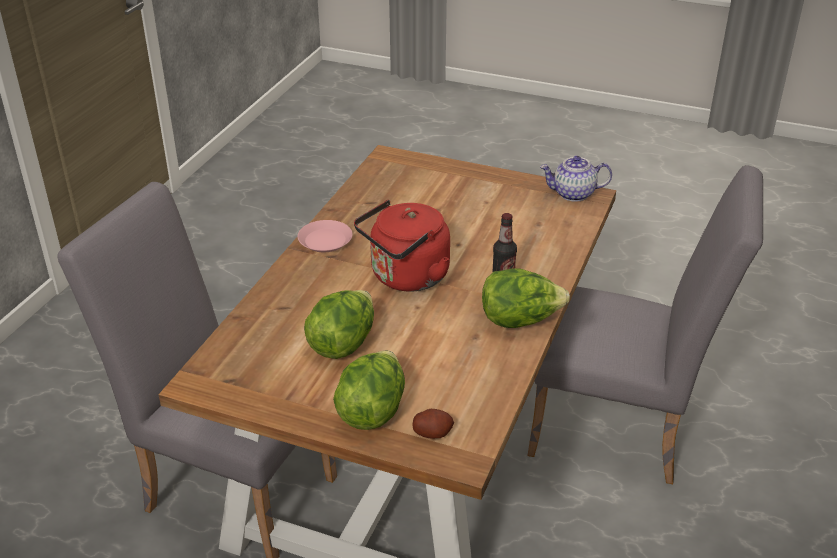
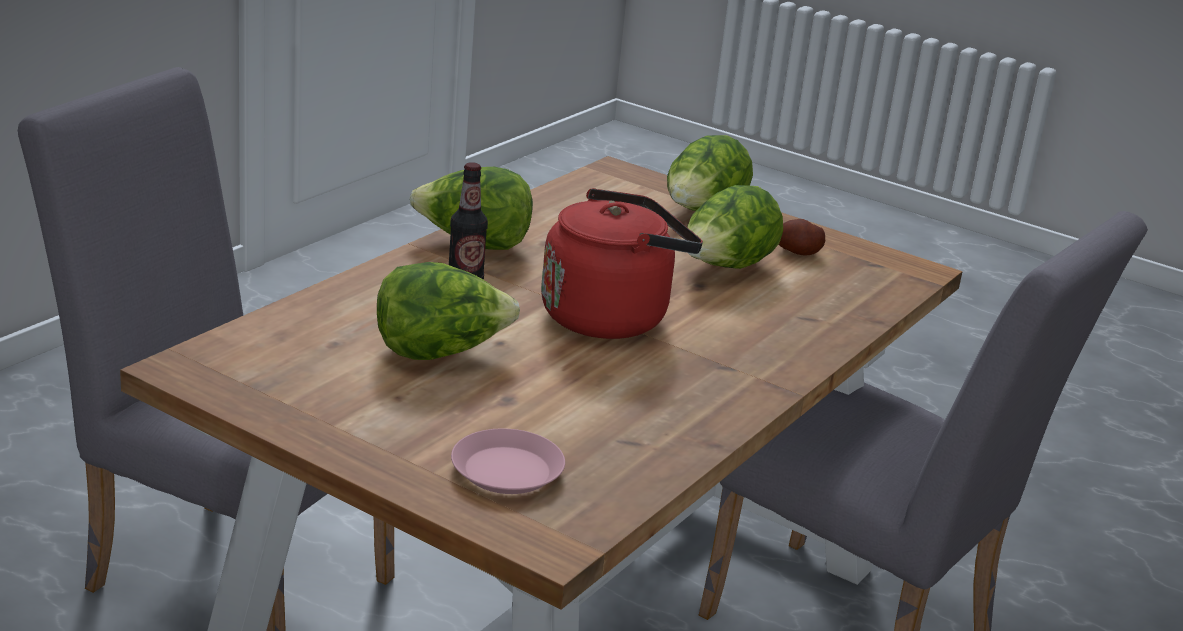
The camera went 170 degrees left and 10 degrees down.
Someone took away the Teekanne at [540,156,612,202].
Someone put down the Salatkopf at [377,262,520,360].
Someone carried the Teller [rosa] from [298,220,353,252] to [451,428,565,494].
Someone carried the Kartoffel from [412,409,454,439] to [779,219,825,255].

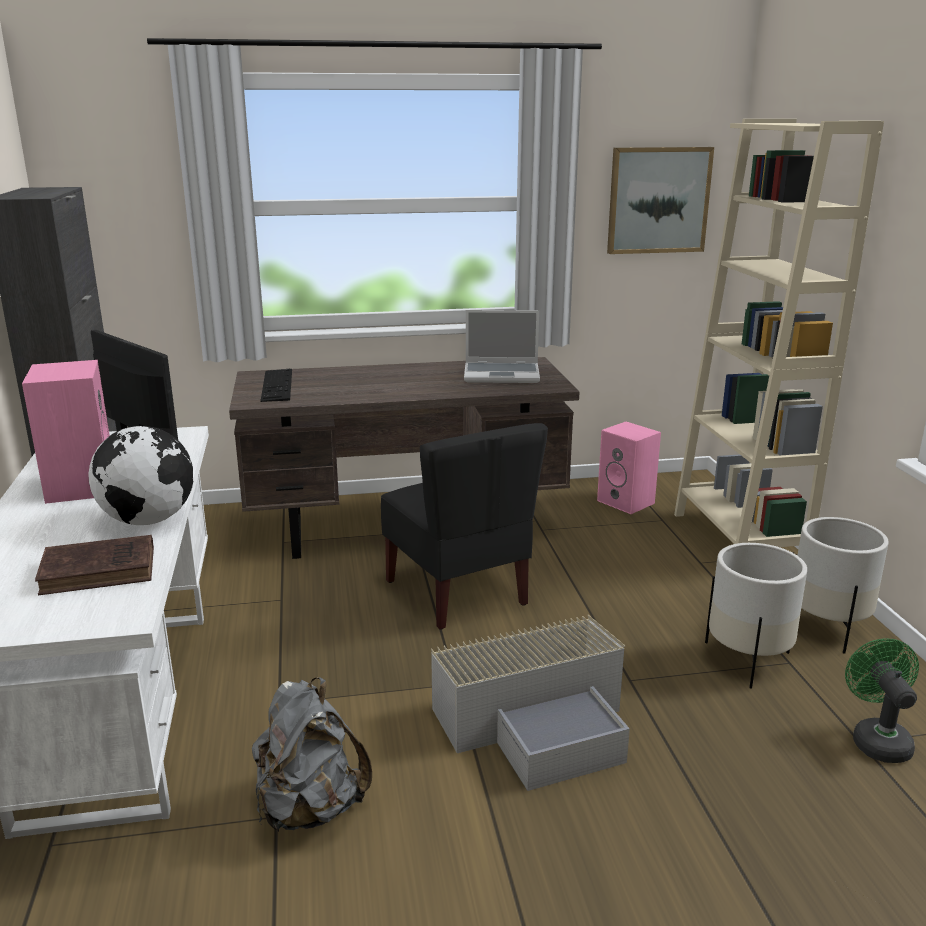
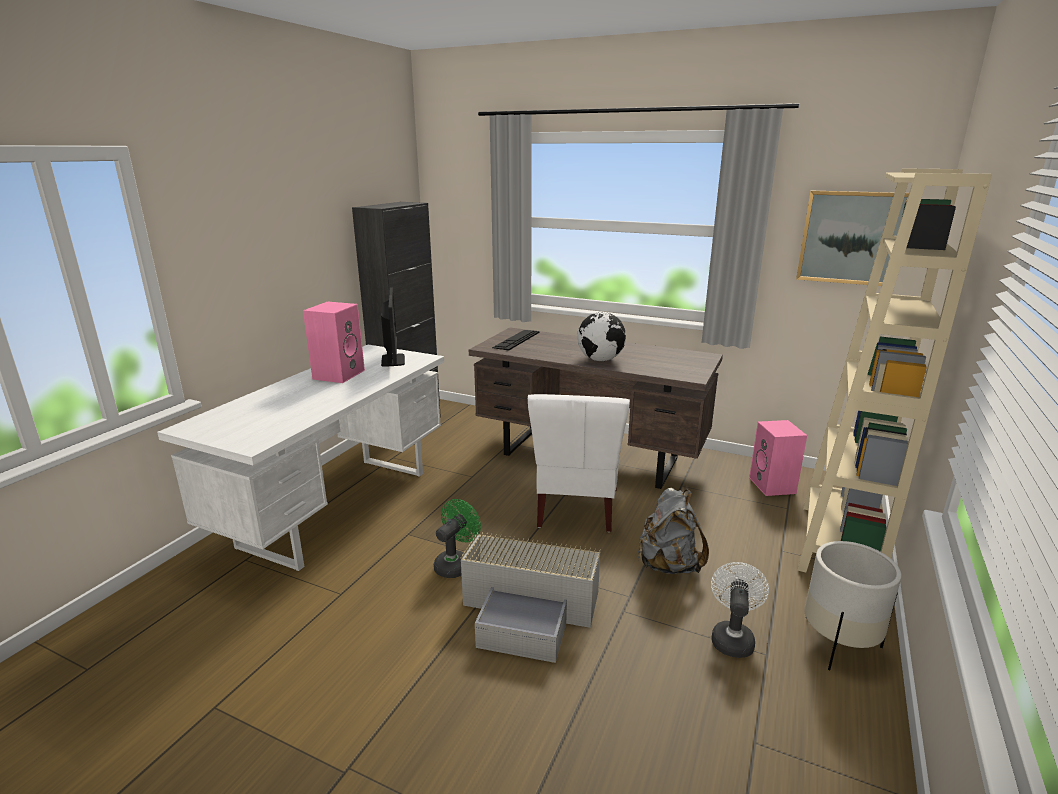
The camera went 35 degrees right and 0 degrees up.
Someone took away the Buch [braun] at [35,535,154,595].
Someone took away the Laptop at [464,310,540,383].
Someone carried the Globus from [88,426,193,525] to [577,312,626,361].
Someone carried the Rucksack [grau] from [252,678,372,832] to [637,488,709,574].
Someone carried the Ventilator [grün] from [845,638,919,763] to [434,499,481,578].
Someone swapped the Pflanzkübel [weiß] at [705,543,807,689] for the Ventilator [weiß] at [711,562,769,658].
Someone repainted the Stuhl [schwarz] at [381,423,548,630], which became the Stuhl [weiß] at [528,394,630,532].

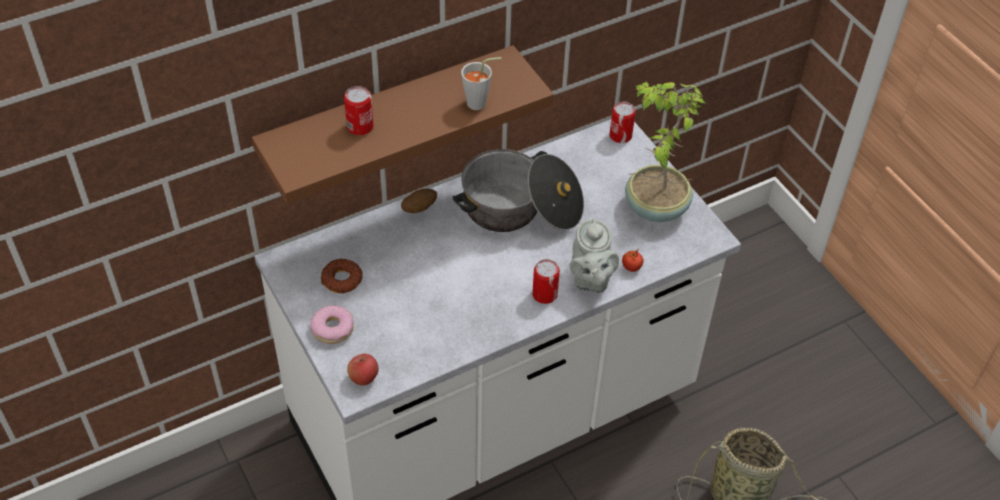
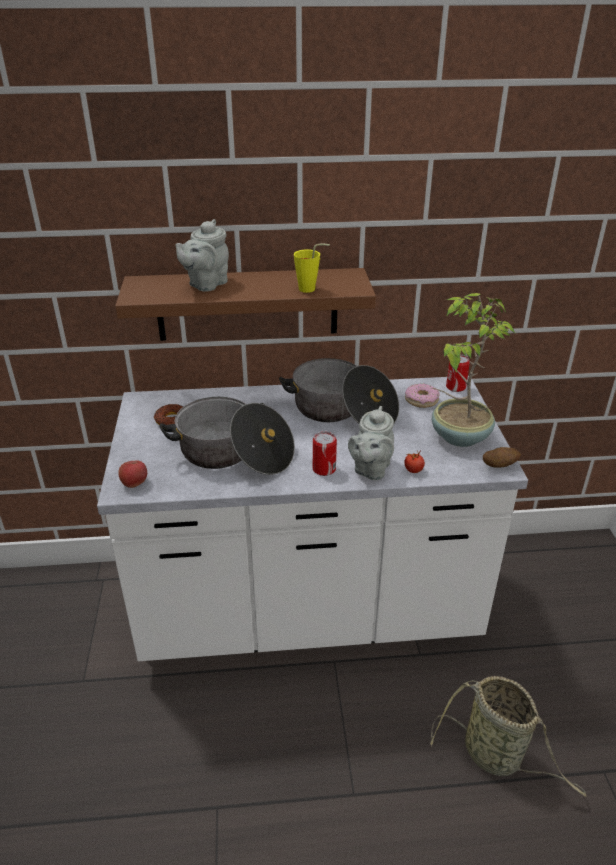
The camera went 25 degrees right and 15 degrees down.
Someone put down the Kochtopf at [159,397,295,475].
Someone carried the Donut from [310,305,354,344] to [405,383,440,408].
Someone carried the Kartoffel from [401,189,437,213] to [483,447,521,467].
Someone swapped the Dose at [344,86,374,135] for the Teekanne [grau] at [175,219,229,291].
Someone repainted the Tasse [grau] at [461,57,501,110], which became the Tasse [gelb] at [294,244,330,293].

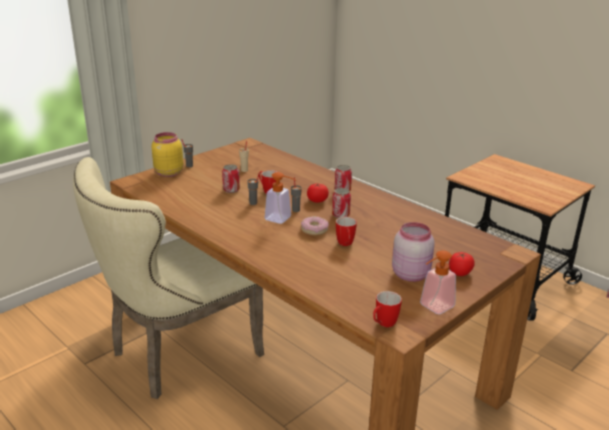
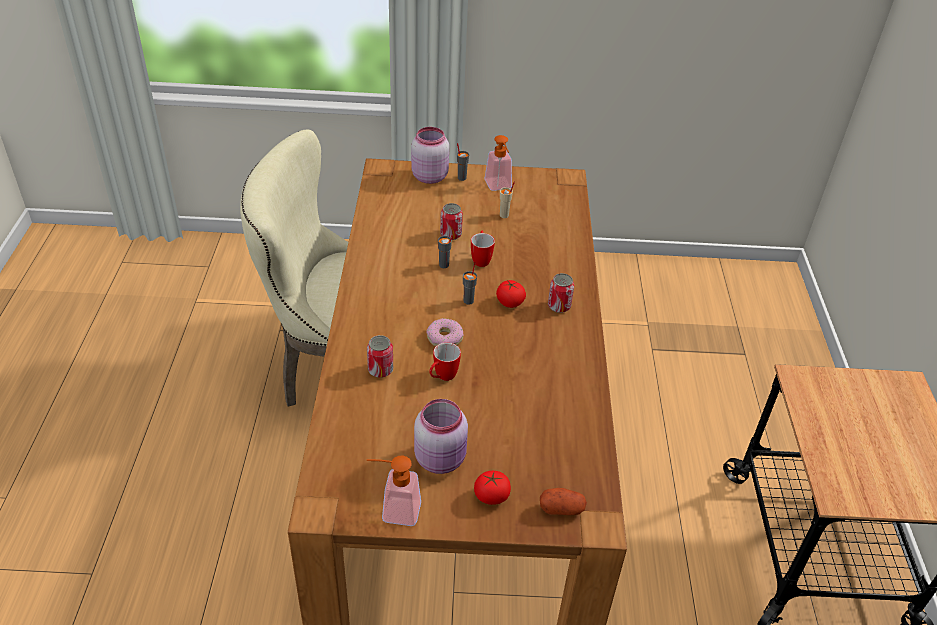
The camera went 45 degrees right and 15 degrees up.
Someone took away the Henkelbecher at [373,291,402,327].
Someone put down the Kartoffel at [540,488,587,515].
Someone carried the Seifenspender from [265,172,296,224] to [484,135,512,191].
Someone carried the Dose from [332,188,351,218] to [367,335,393,378].
Someone repainted the Vorratsglas [gelb] at [152,132,184,177], which became the Vorratsglas [rosa] at [411,127,449,184].

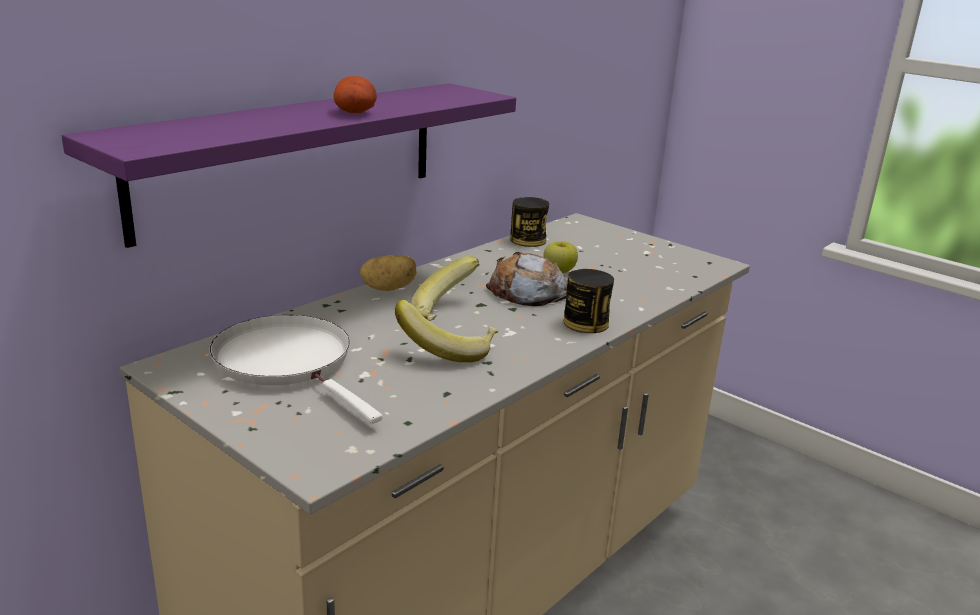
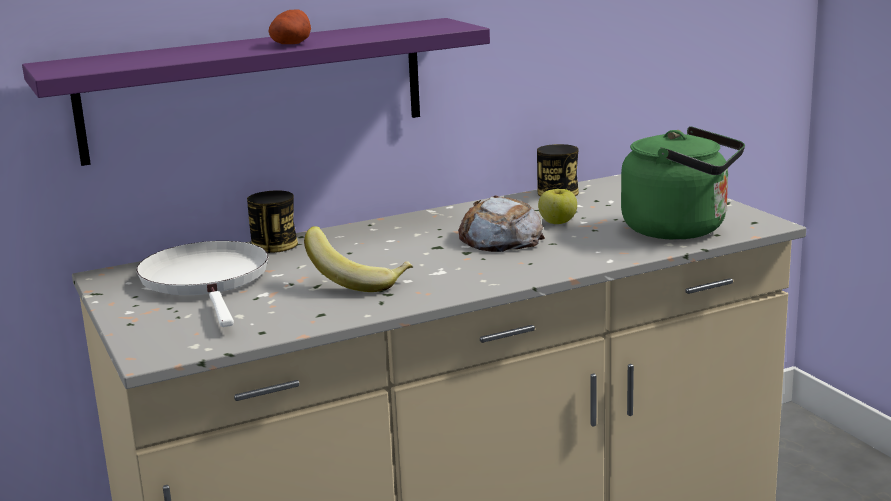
The camera went 25 degrees right and 5 degrees down.
Someone took away the Kartoffel at [360,255,417,291].
Someone took away the Banane at [410,256,480,321].
Someone put down the Wasserkessel [grün] at [621,126,745,240].
Someone carried the Dose from [564,269,614,333] to [247,190,298,253].

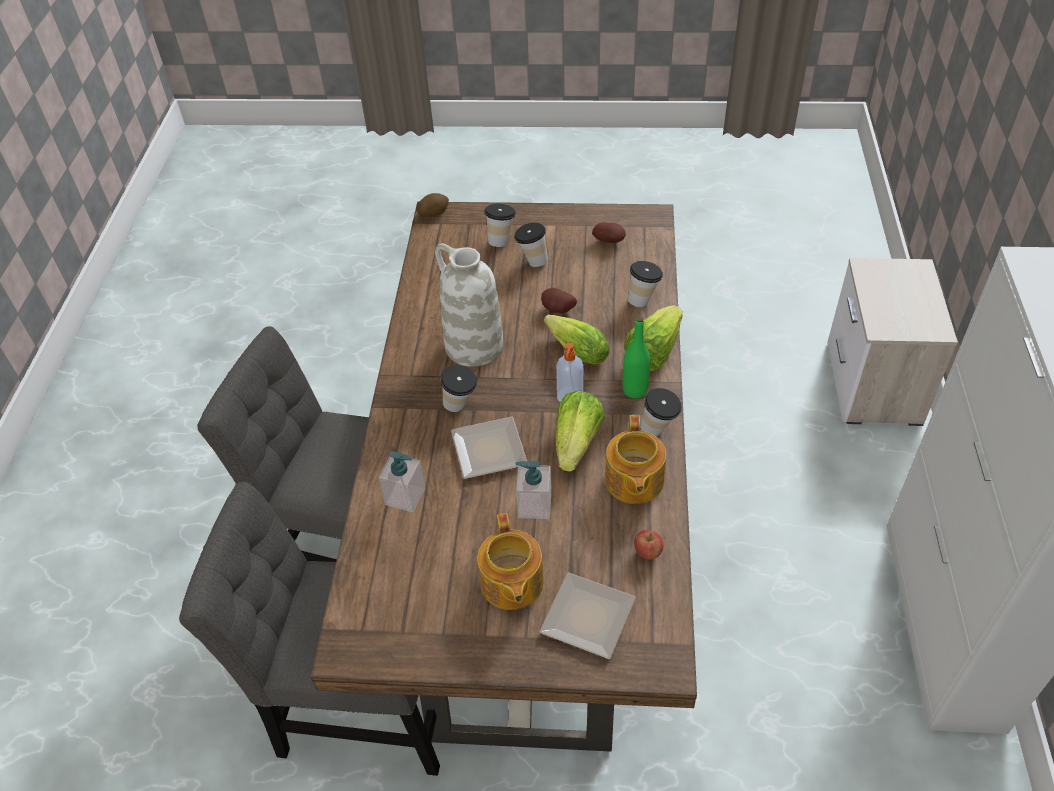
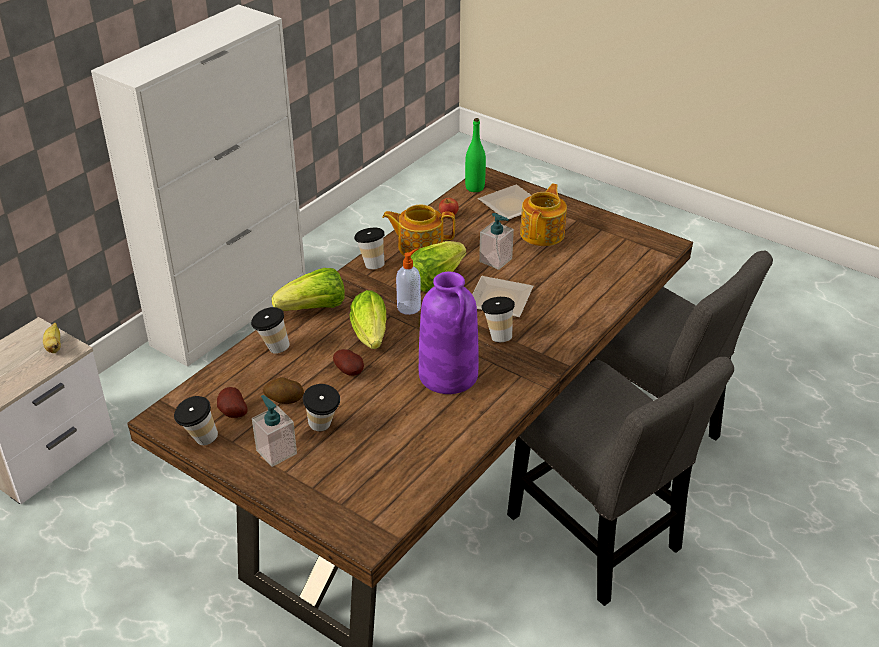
The camera went 150 degrees left and 10 degrees down.
Someone put down the Banane at [43,323,61,353].
Someone carried the Seifenspender from [378,451,425,512] to [252,395,297,467].
Someone carried the Kartoffel from [417,193,449,217] to [263,377,304,404].
Someone carried the Tasse from [484,204,516,247] to [174,396,218,445].
Someone carried the Flasche [grün] from [623,316,651,399] to [465,118,486,192].
Someone repainted the Vase [weiß] at [435,243,504,367], which became the Vase [lila] at [419,272,479,394].
Someone rotated the Teekanne at [605,415,666,504] by 120 degrees counterclockwise.

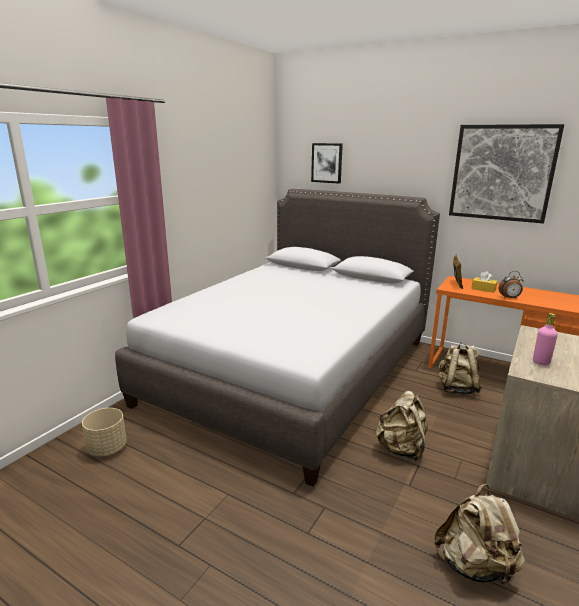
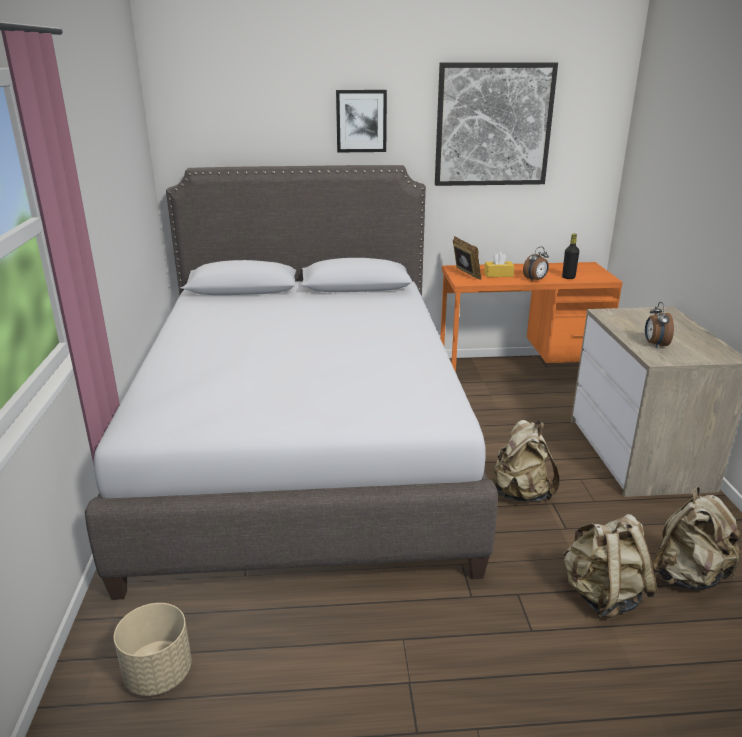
The camera went 35 degrees left and 5 degrees up.
Someone put down the Flasche [schwarz] at [562,234,579,279].
Someone carried the Bild from [311,143,343,184] to [336,90,387,153].
Someone carried the Rucksack [beige] from [438,343,482,395] to [563,514,658,618].
Someone swapped the Flasche [rosa] at [533,313,558,365] for the Wecker at [645,302,674,348].

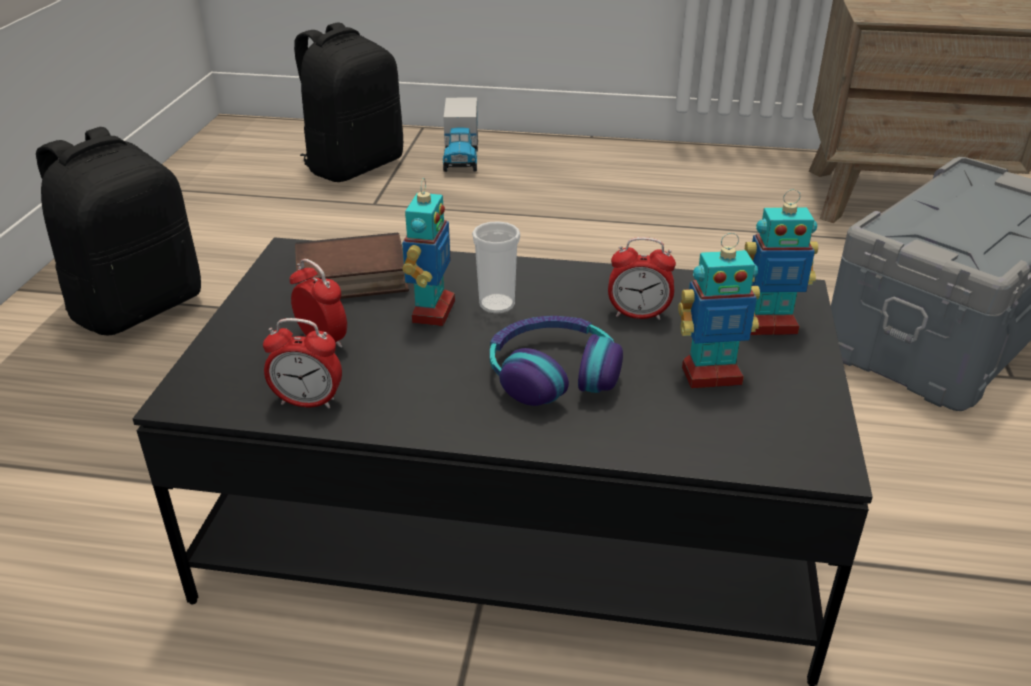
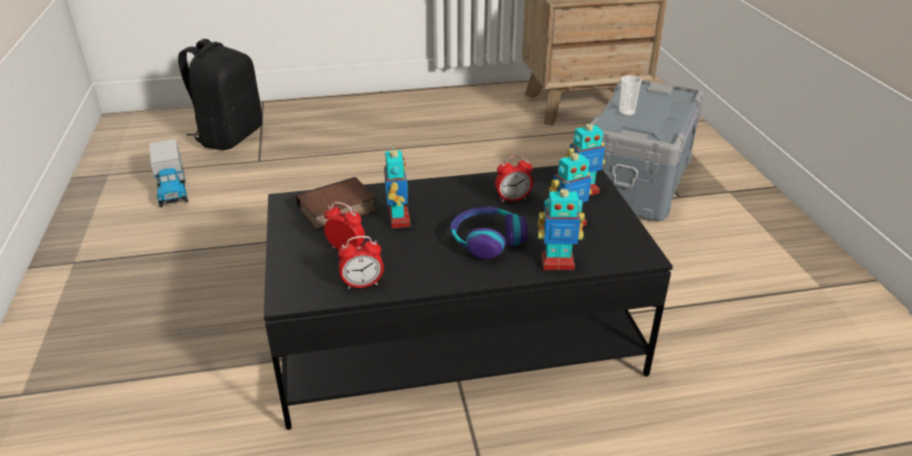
The camera went 20 degrees left and 0 degrees up.
Someone took away the Rucksack [schwarz] at [36,127,201,335].
Someone put down the Spielzeugroboter at [538,182,585,270].
Someone carried the Spielzeuglaster from [443,97,478,172] to [149,139,188,207].
Someone carried the Tasse from [472,221,520,314] to [619,75,642,116].

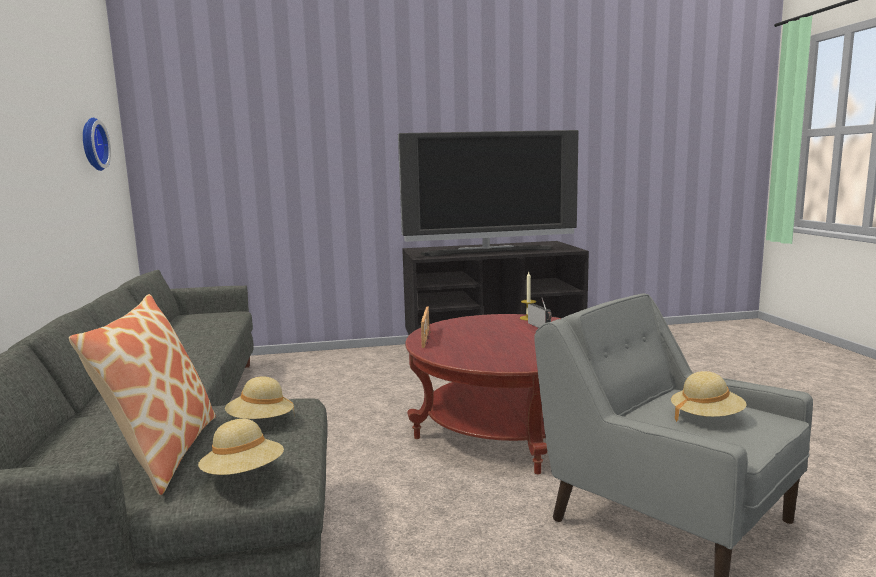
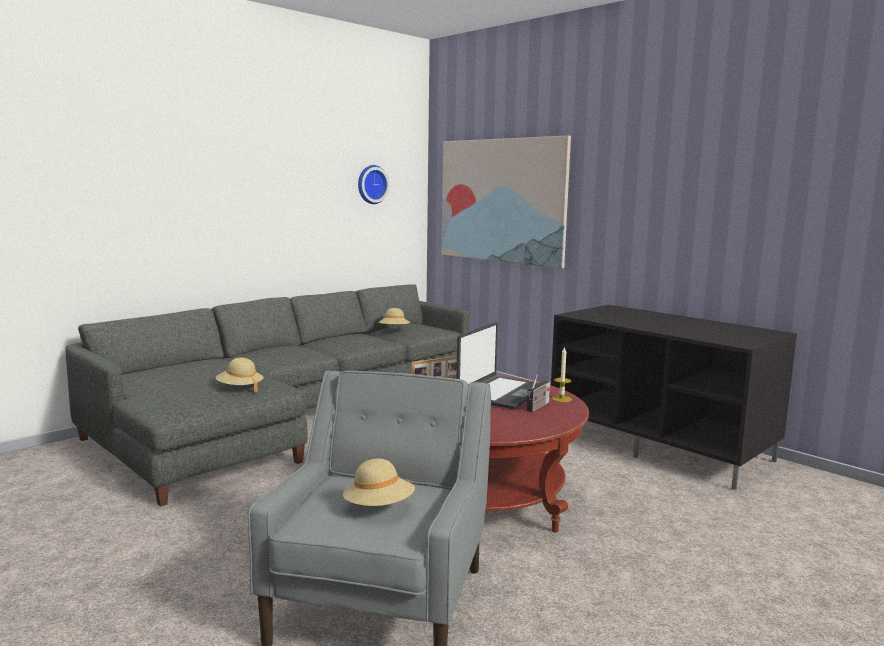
The camera went 55 degrees right and 0 degrees up.
Someone took away the Kissen at [69,294,216,495].
Someone took away the Fernseher at [398,130,579,257].
Someone put up the Bild at [442,135,571,269].
Someone put down the Laptop at [456,322,538,409].
Someone carried the Hut [beige] from [198,419,284,475] to [378,308,410,327].

